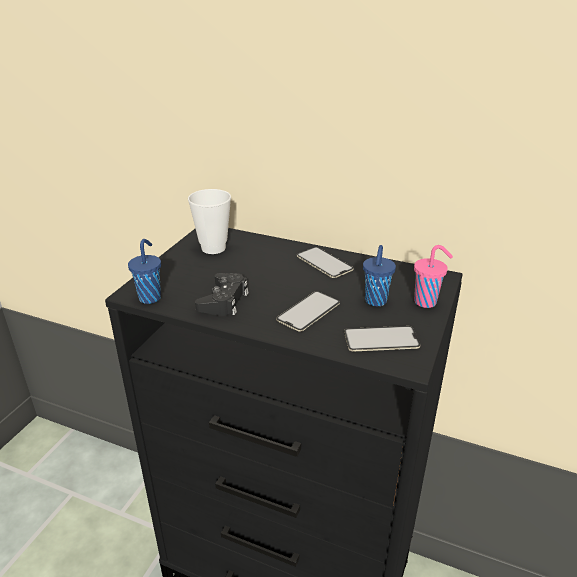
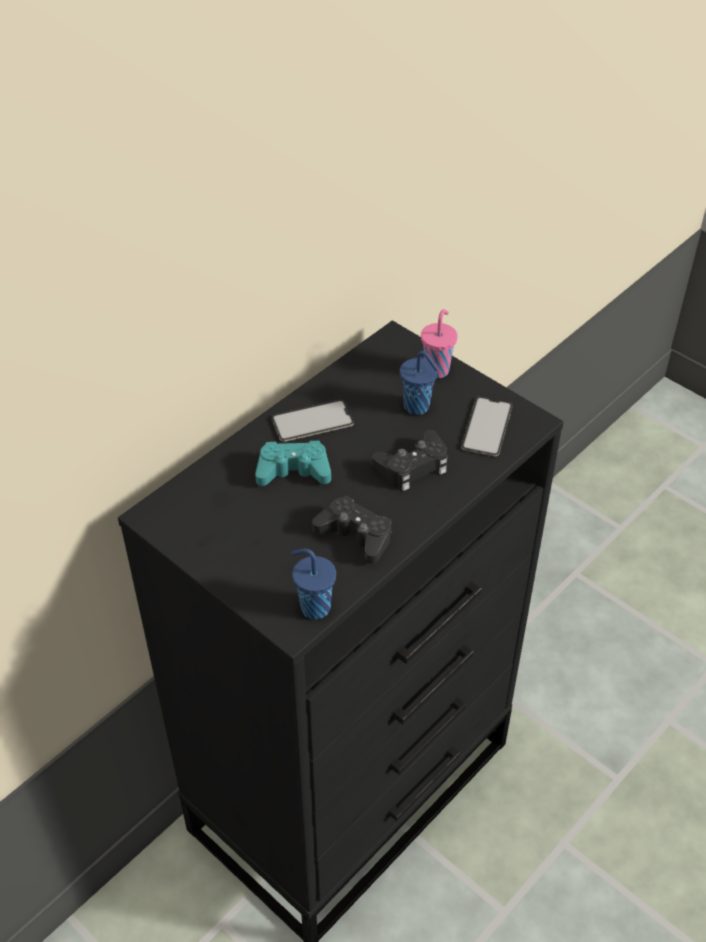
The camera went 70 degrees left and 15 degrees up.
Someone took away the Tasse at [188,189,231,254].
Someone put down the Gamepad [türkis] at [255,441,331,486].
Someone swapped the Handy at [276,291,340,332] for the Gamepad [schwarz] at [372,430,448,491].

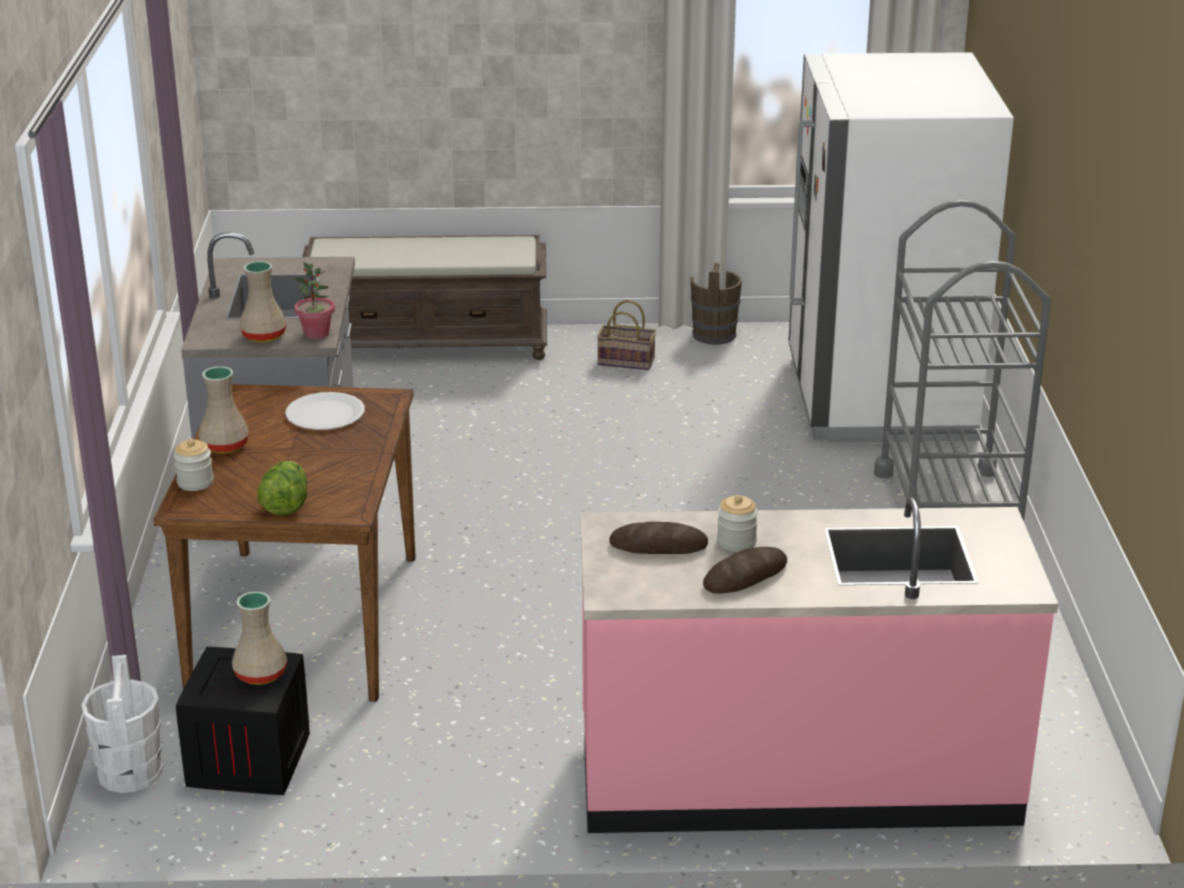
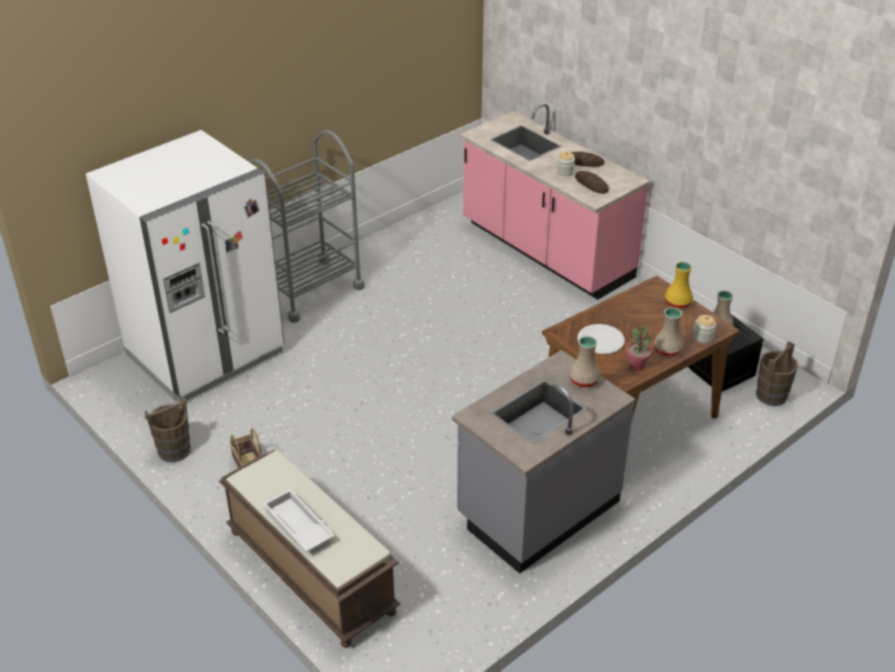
The camera went 130 degrees left and 10 degrees up.
Someone put down the Tablett [weiß] at [263,489,335,552].
Someone carried the Topfpflanze from [293,262,335,339] to [626,326,652,370].
Someone swapped the Salatkopf at [257,461,307,516] for the Vase [gelb] at [665,262,693,309].
Someone repainted the Eimer [weiß] at [81,655,162,793], which became the Eimer [braun] at [756,341,798,406].

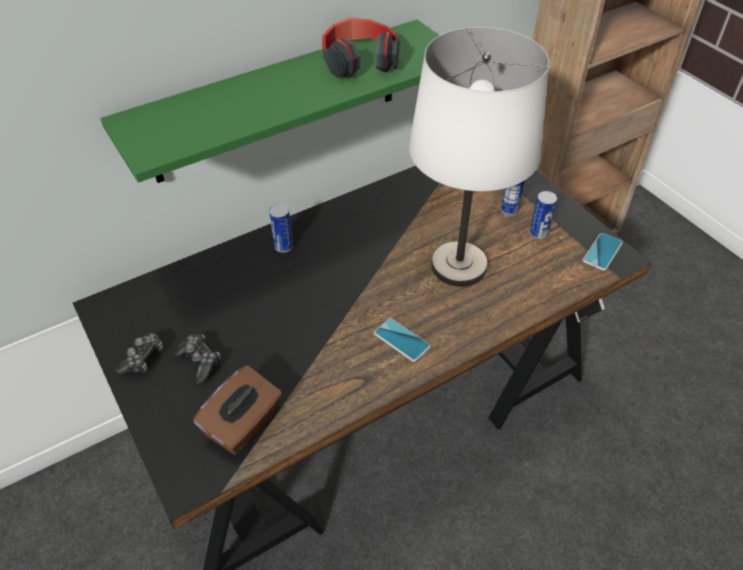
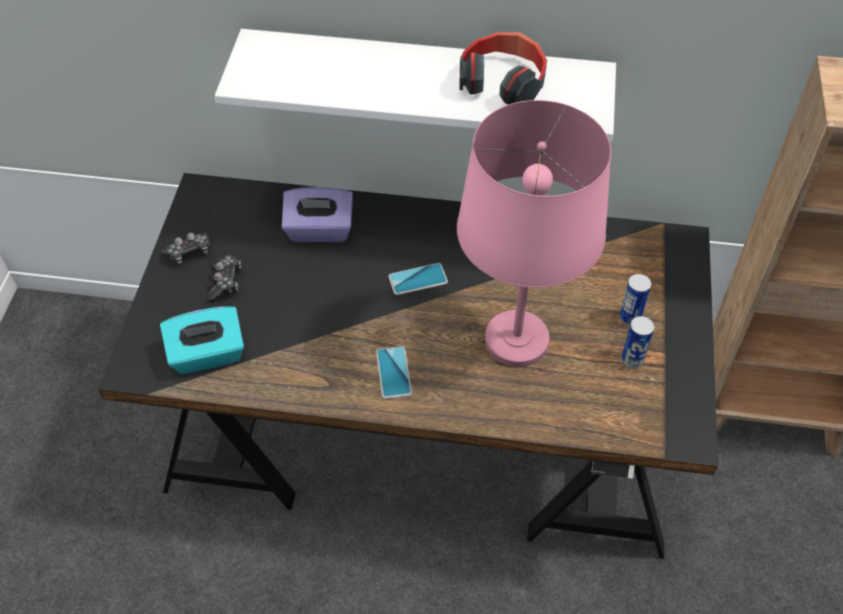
The camera went 40 degrees right and 5 degrees up.
Someone took away the Dose at [269,204,293,253].
Someone put down the Taschentuchbox [lila] at [282,187,353,242].
Someone carried the Handy from [583,233,623,270] to [388,263,448,295].
Someone repainted the Wandregal [grün] at [100,20,440,183], which became the Wandregal [weiß] at [215,29,616,142].
Someone repainted the Taschentuchbox [braun] at [193,365,282,455], which became the Taschentuchbox [türkis] at [160,306,244,374].
Someone repainted the Tischlampe [weiß] at [409,27,549,287], which became the Tischlampe [rosa] at [457,100,611,367].

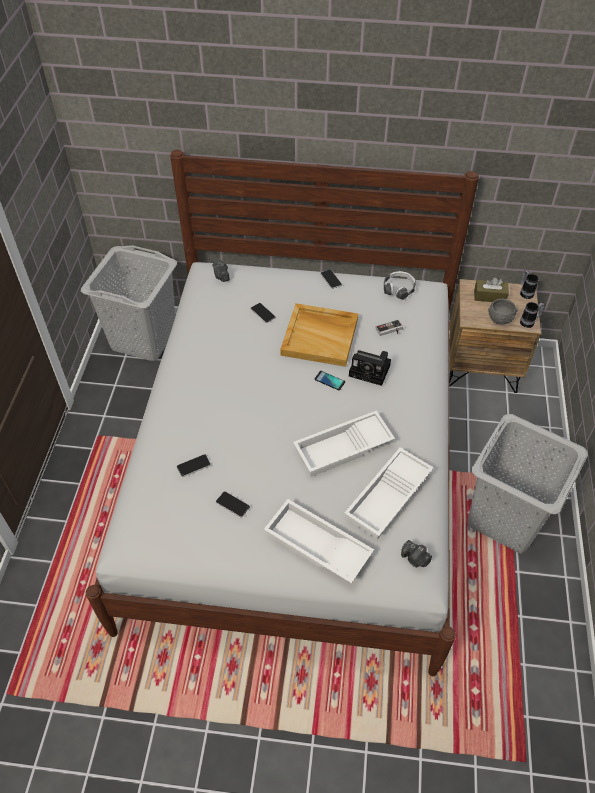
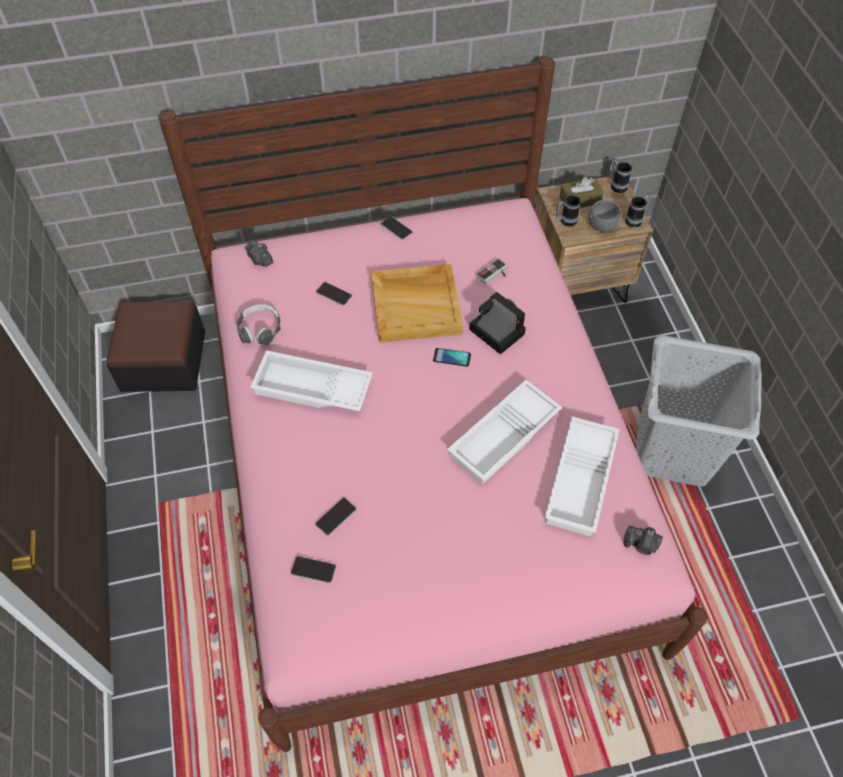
The camera went 20 degrees left and 5 degrees up.
Someone put down the Henkelbecher at [556,195,581,227].
Someone carried the Handy from [216,491,250,517] to [291,556,336,584].
Someone carried the Tablett [weiß] from [264,499,374,584] to [250,350,373,411].
Someone carried the Kopfhörer from [384,271,416,300] to [237,304,281,345].
Someone swapped the Wäschekorb [grau] at [81,245,177,361] for the Polsterhocker at [106,301,205,392].
Someone repainted the Bett [weiß] at [86,150,479,676], which became the Bett [rosa] at [159,56,708,752].
Someone rotated the Kamera at [349,350,391,386] by 135 degrees counterclockwise.

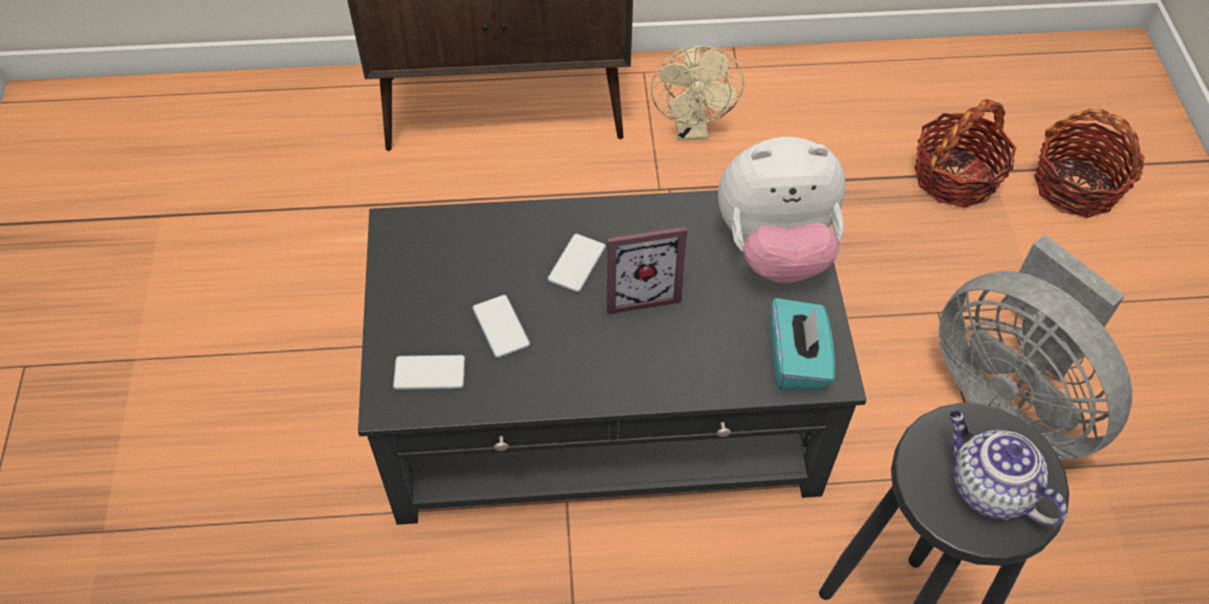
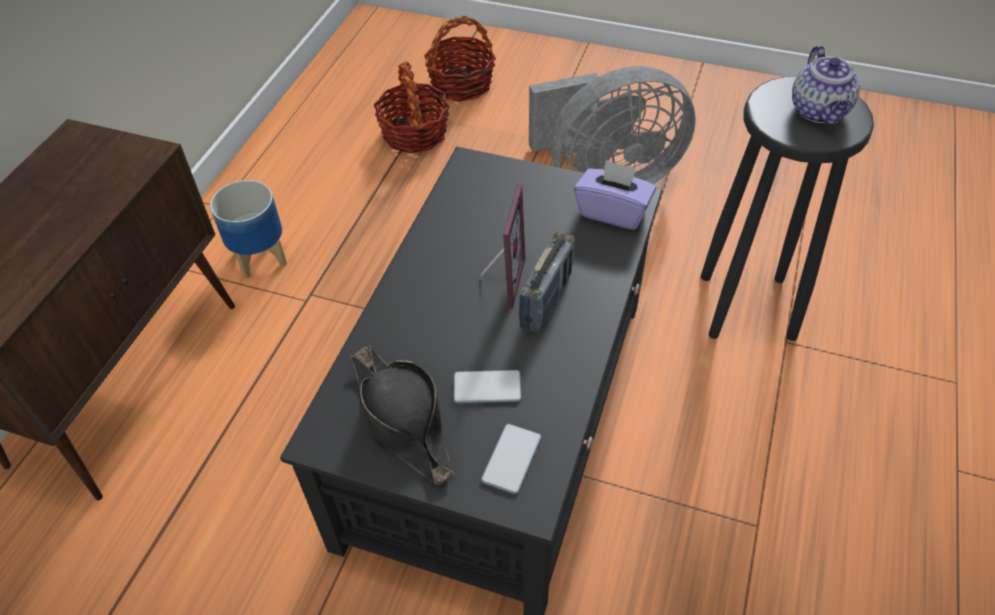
The camera went 65 degrees left and 5 degrees down.
Someone took away the Handy at [547,234,606,293].
Someone took away the Plüschtier at [718,137,846,283].
Someone put down the Hut [schwarz] at [351,346,454,485].
Someone put down the Radio at [519,232,575,333].
Someone swapped the Ventilator [beige] at [651,46,744,141] for the Pflanzkübel at [210,180,287,279].
Someone repainted the Taschentuchbox [türkis] at [770,298,835,390], which became the Taschentuchbox [lila] at [574,160,656,230].
Someone rotated the Teekanne at [949,410,1067,527] by 75 degrees counterclockwise.

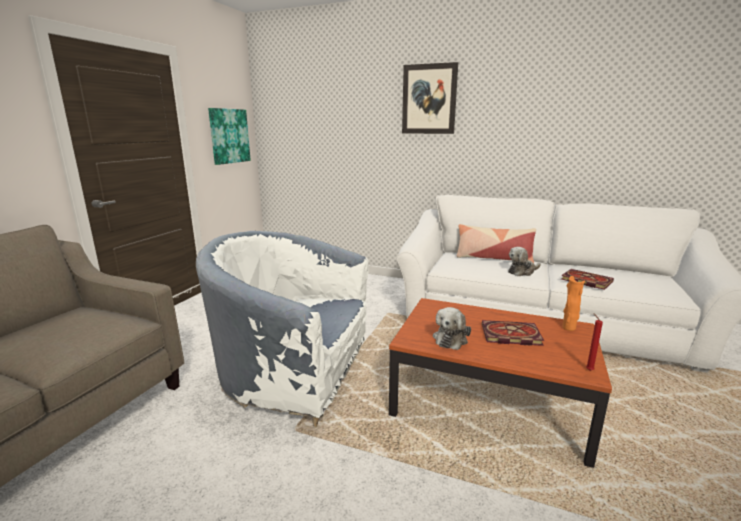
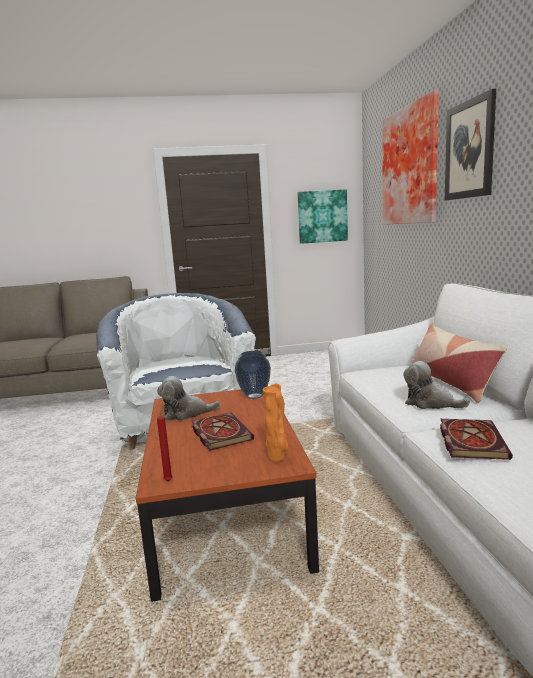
The camera went 60 degrees right and 5 degrees down.
Someone put down the Vase at [235,351,271,399].
Someone put up the Bild at [382,90,439,225].

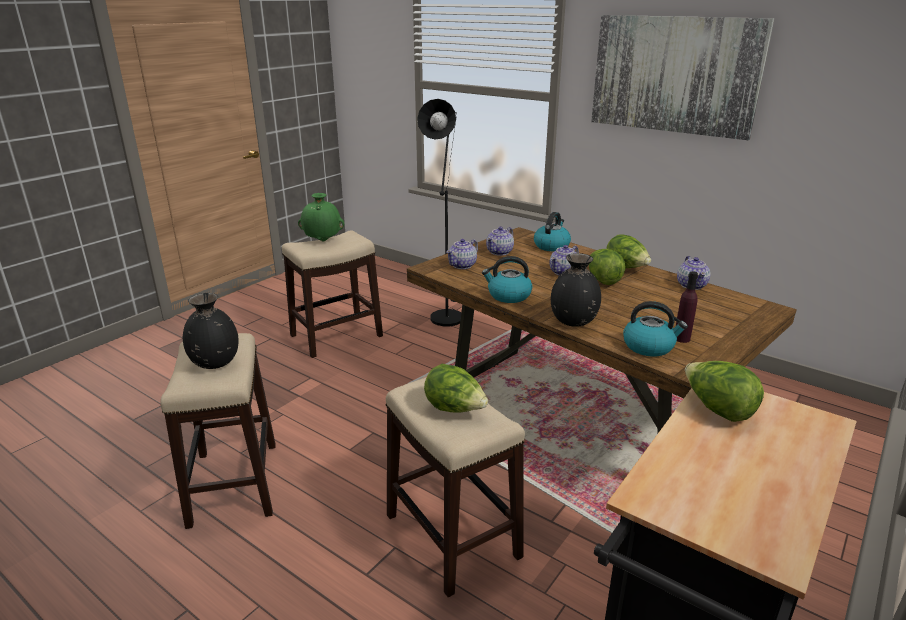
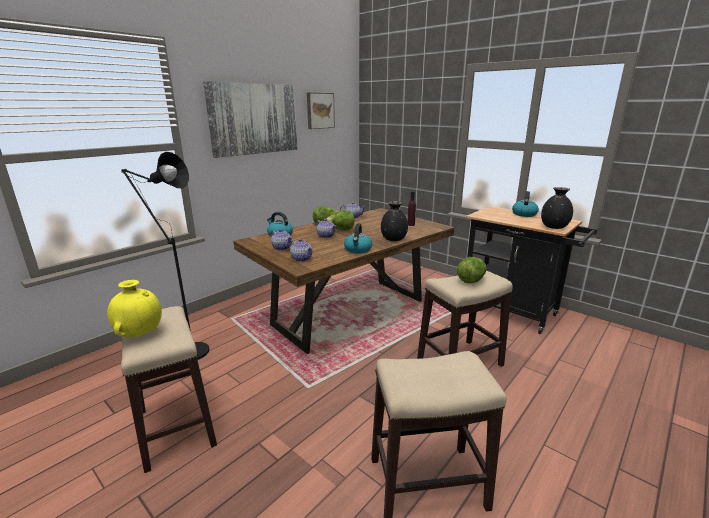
The camera went 85 degrees left and 5 degrees down.
Someone took away the Salatkopf at [685,361,764,422].
Someone put up the Bild at [307,92,335,129].
Someone carried the Vase [schwarz] from [183,293,239,369] to [541,187,573,229].
Someone carried the Wasserkessel from [623,301,688,357] to [512,191,539,217].
Someone repainted the Vase [grün] at [298,193,345,241], which became the Vase [gelb] at [107,280,162,337].

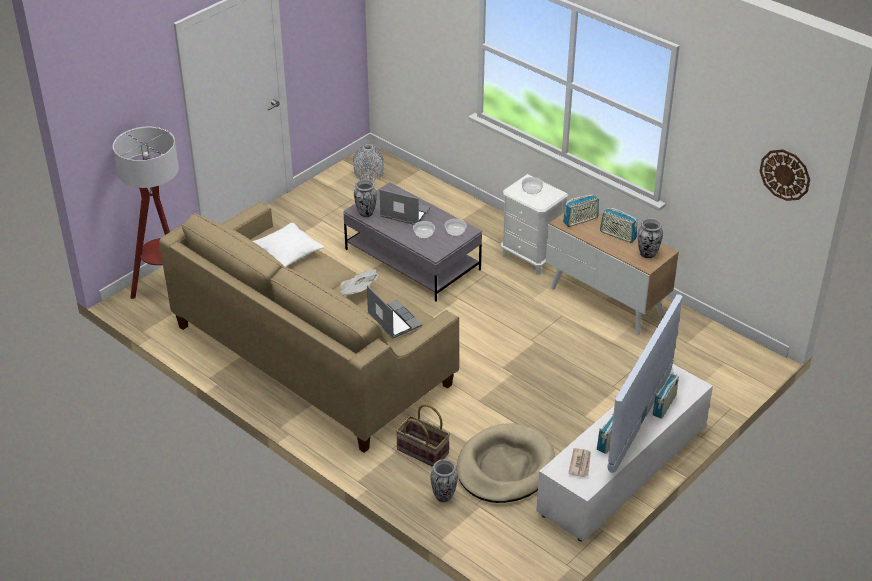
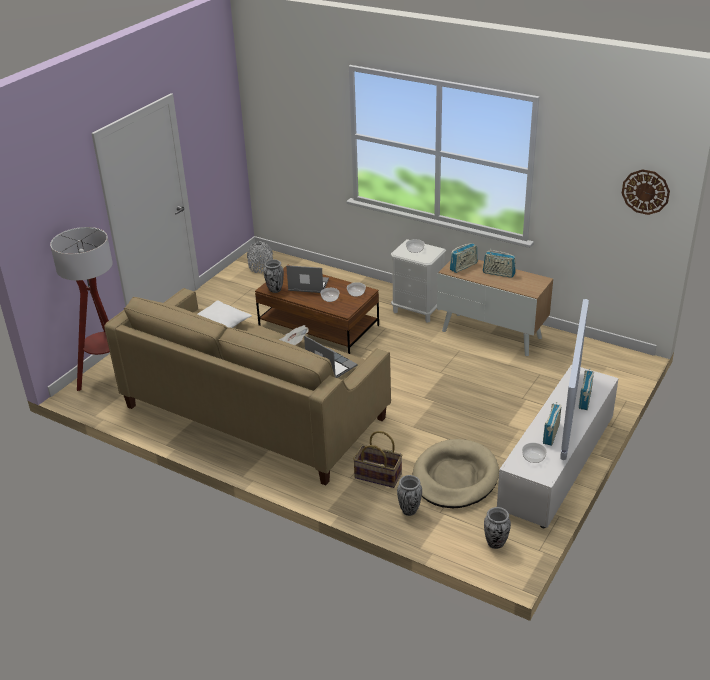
The camera went 10 degrees left and 5 degrees down.
Someone carried the Vase from [638,218,663,258] to [484,507,511,549].
Someone swapped the Zeitung at [568,448,591,477] for the Schüssel at [522,443,547,463].
Someone repainted the Couchtisch [grau] at [343,182,482,302], which became the Couchtisch [braun] at [255,265,379,354].

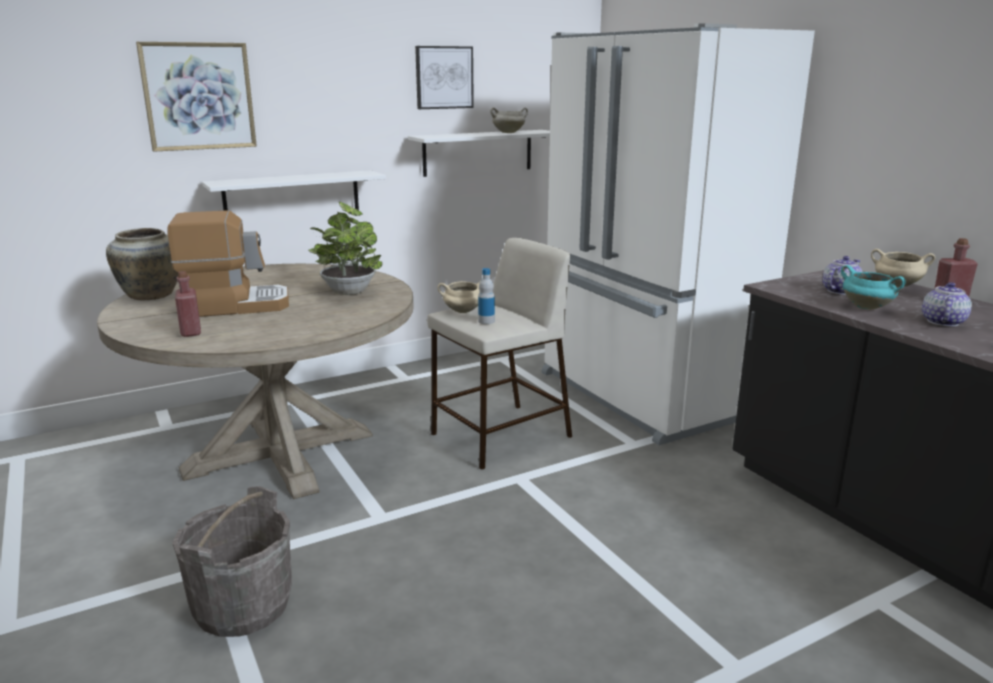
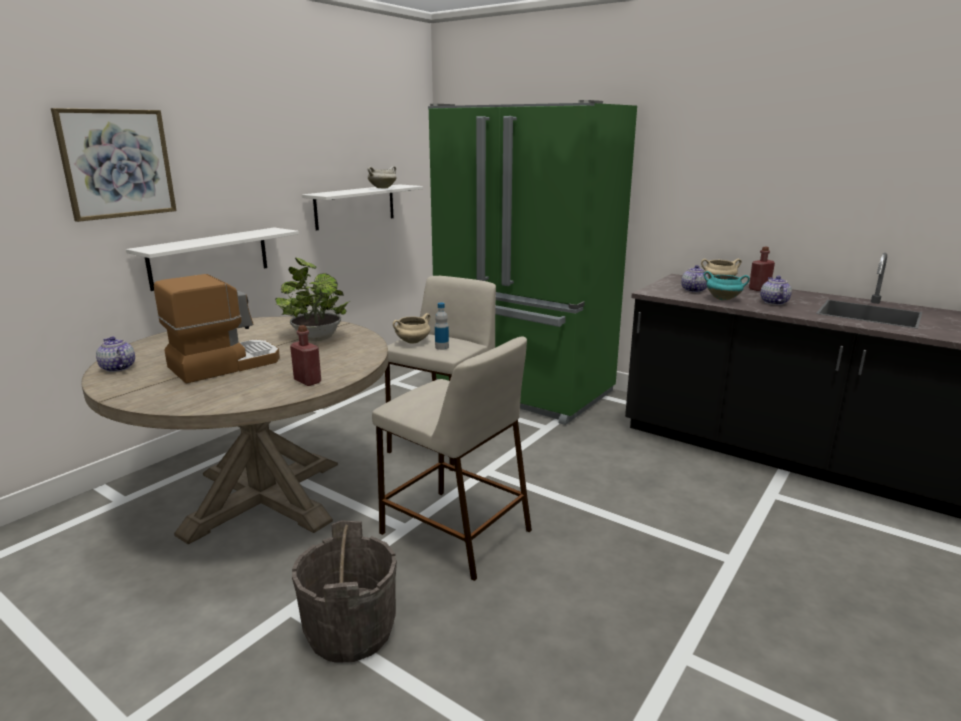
The camera went 25 degrees left and 0 degrees up.
Someone took away the Bild at [415,46,474,109].
Someone put down the Hocker [beige] at [372,337,532,581].
Someone carried the Flasche [rot] from [175,271,201,337] to [290,325,321,386].
Someone swapped the Vase [beige] at [106,228,178,300] for the Teekanne at [96,337,135,372].
Someone repainted the Kühlschrank [weiß] at [541,23,815,445], which became the Kühlschrank [grün] at [428,100,637,425].

